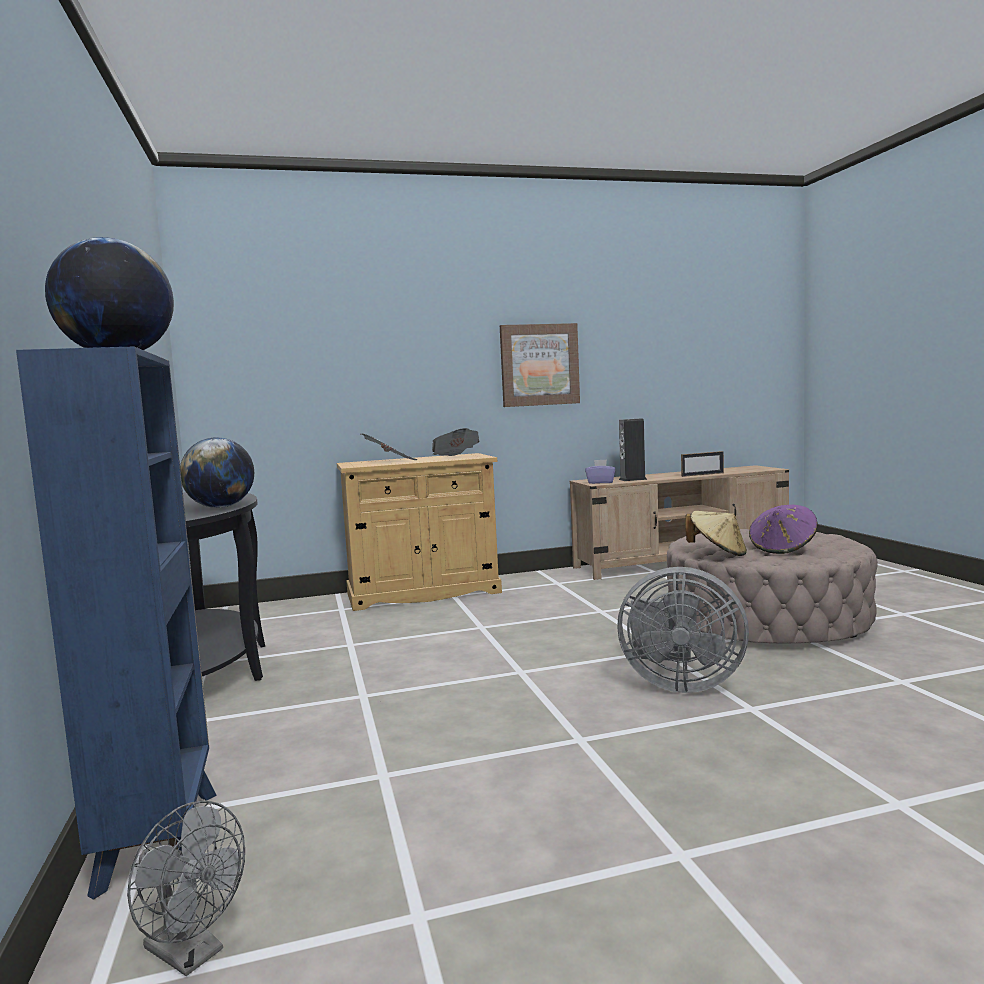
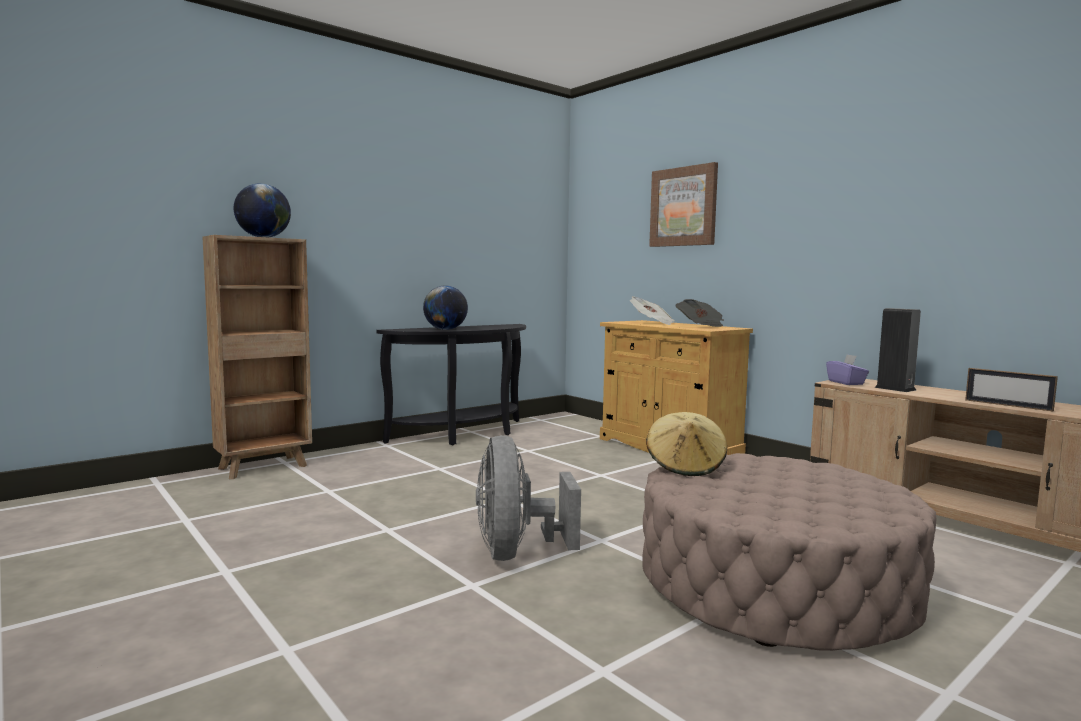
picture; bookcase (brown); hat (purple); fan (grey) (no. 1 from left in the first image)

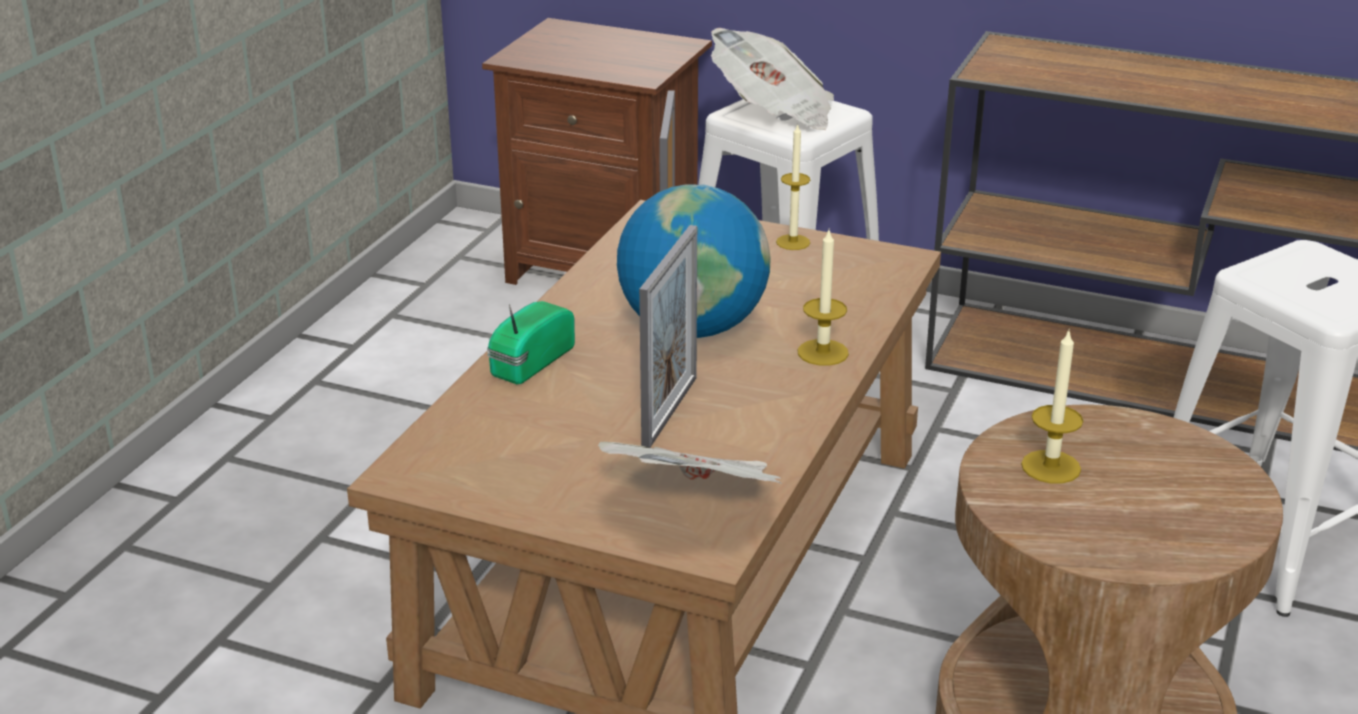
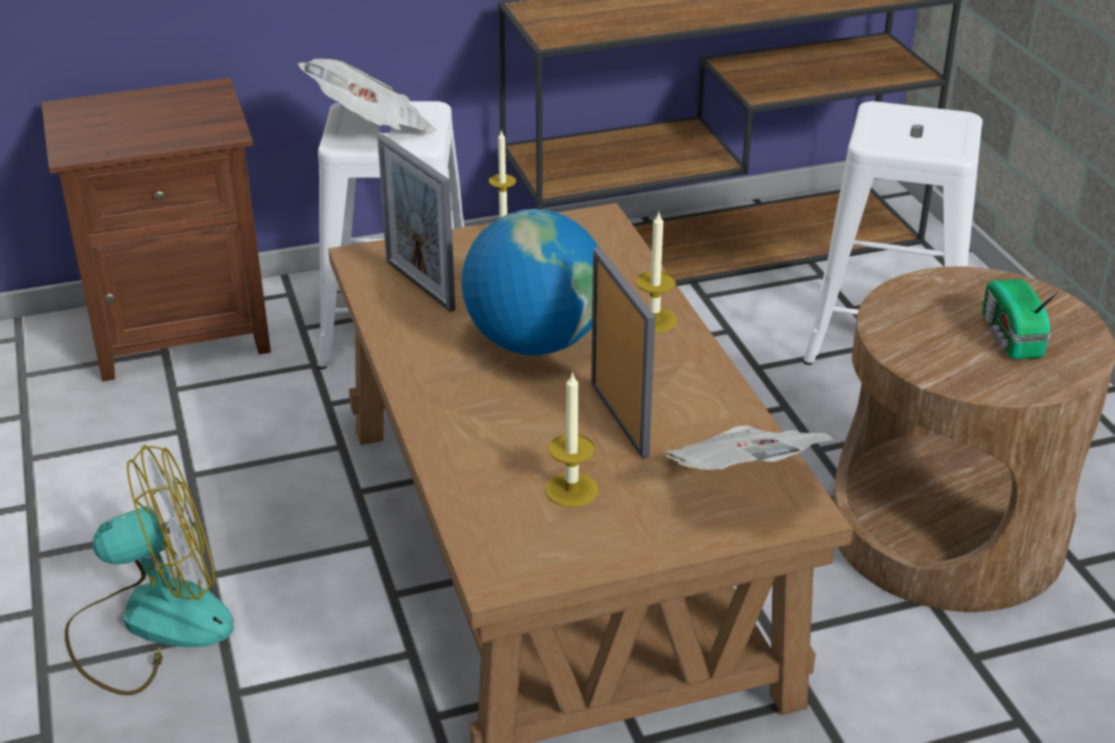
radio; candle (no. 2 from left); fan

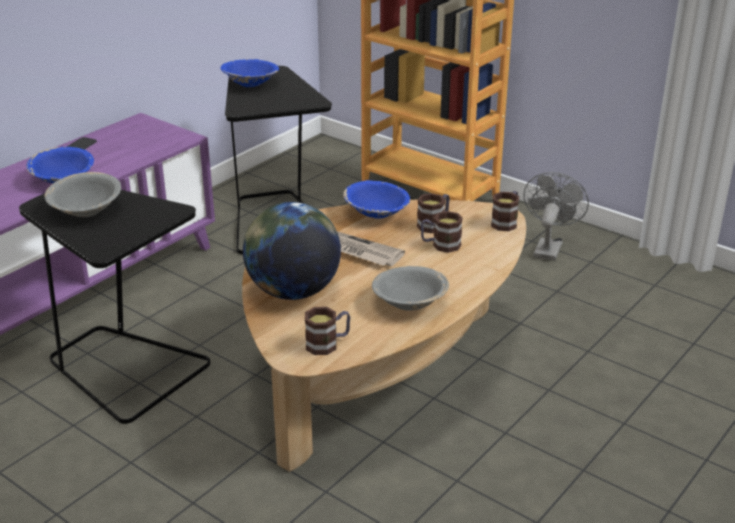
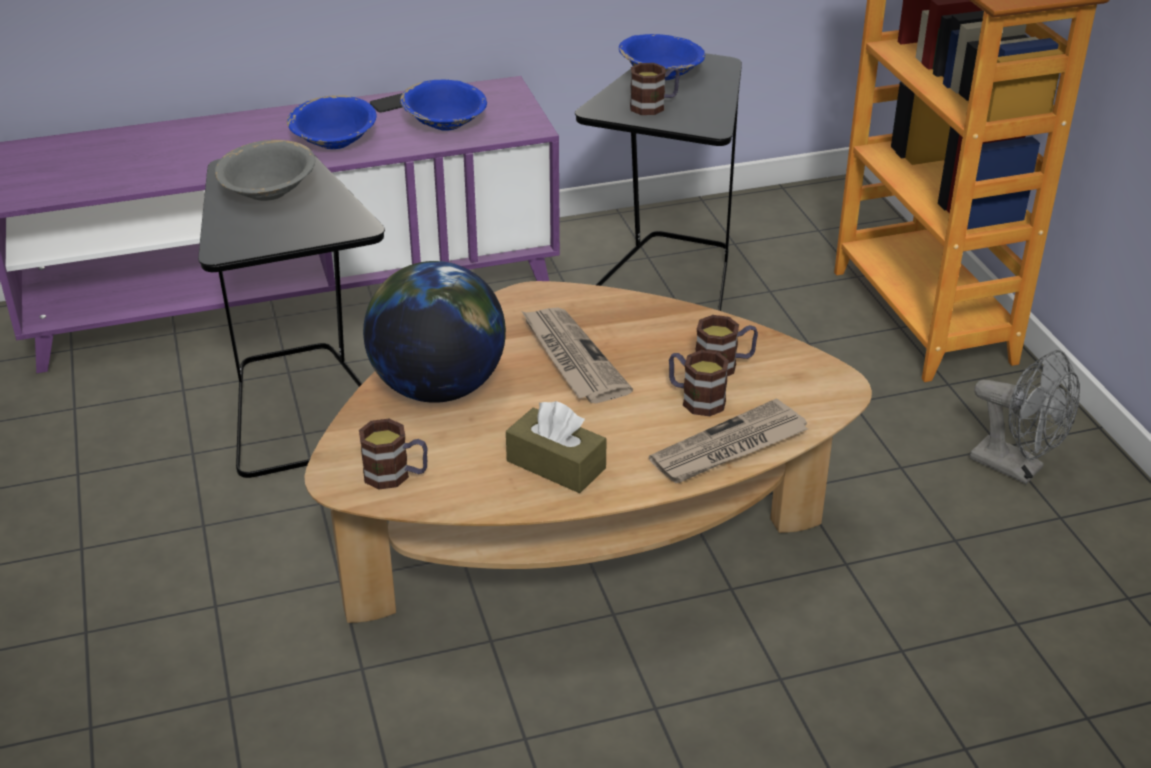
fan (grey); bowl (blue) (no. 2 from left); mug (no. 2 from left); tissue box (brown); newspaper (no. 2 from left)

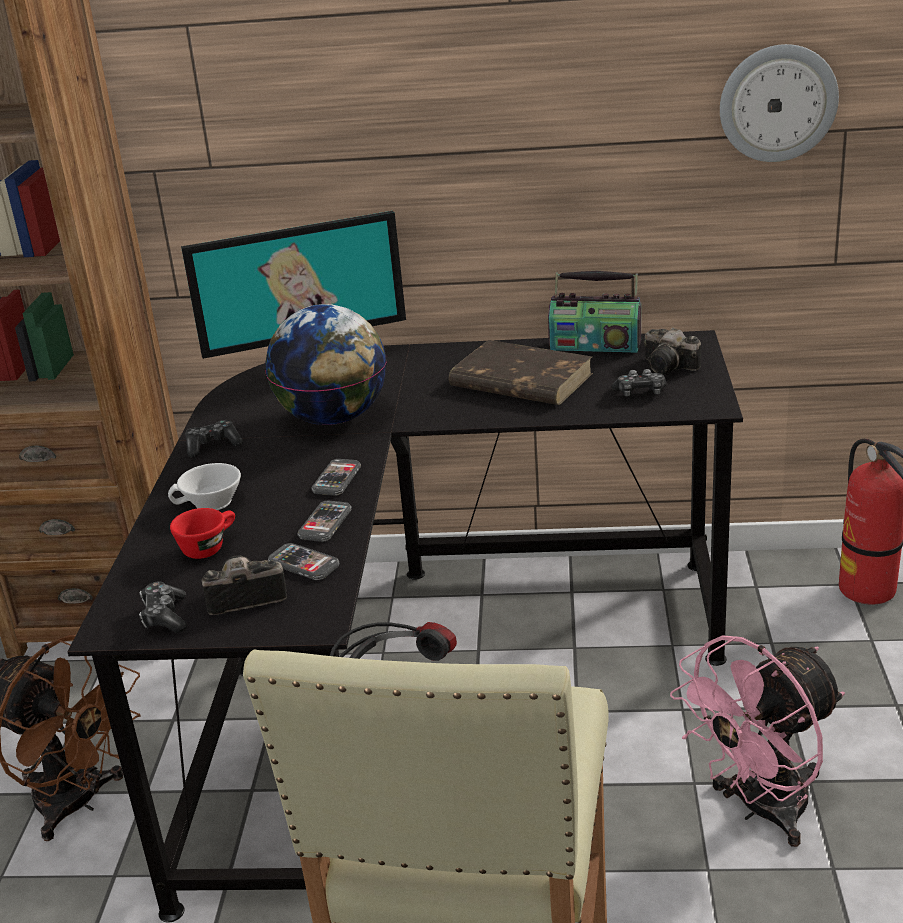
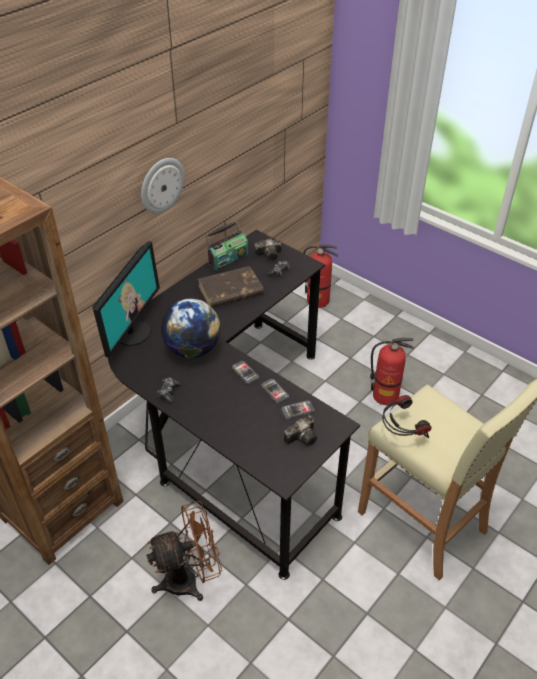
wall clock; cup (white); cup (red); photo camera (no. 2 from left); game controller (no. 1 from left in the first image); fire extinguisher (no. 2 from left)

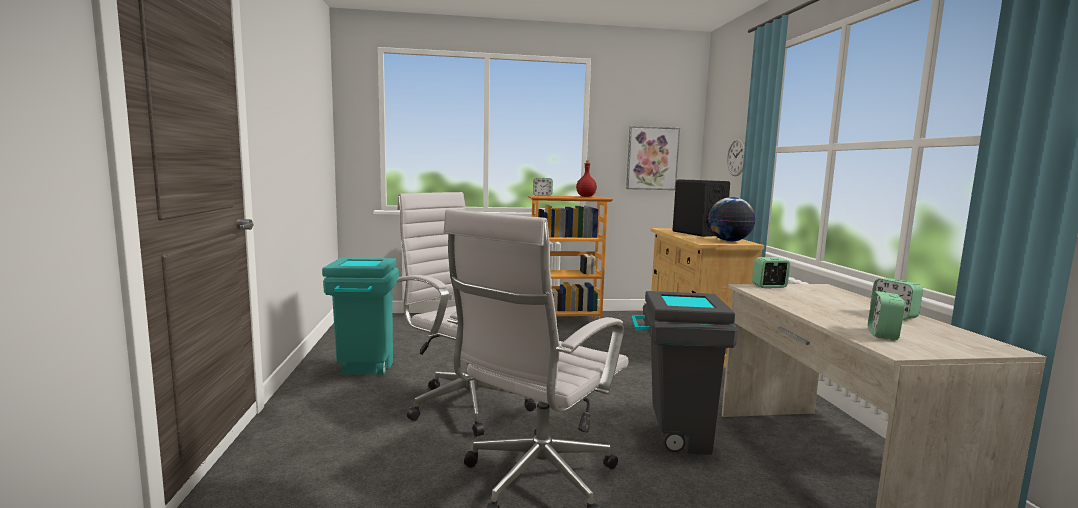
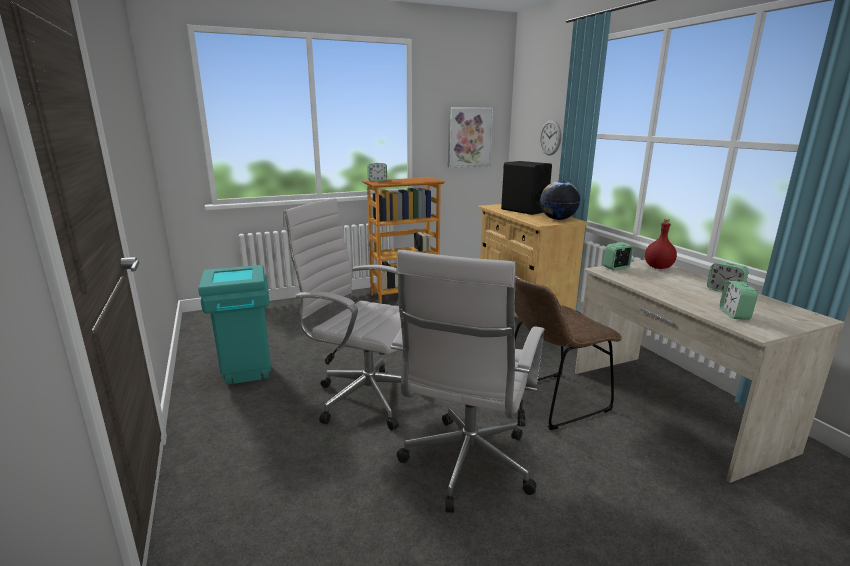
bottle (red); chair (brown)

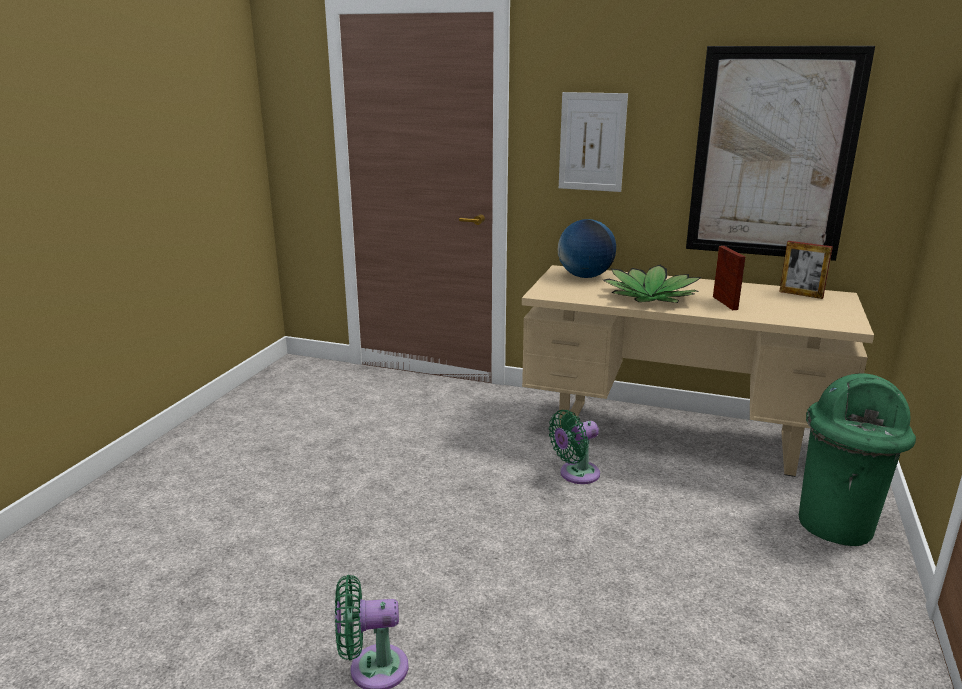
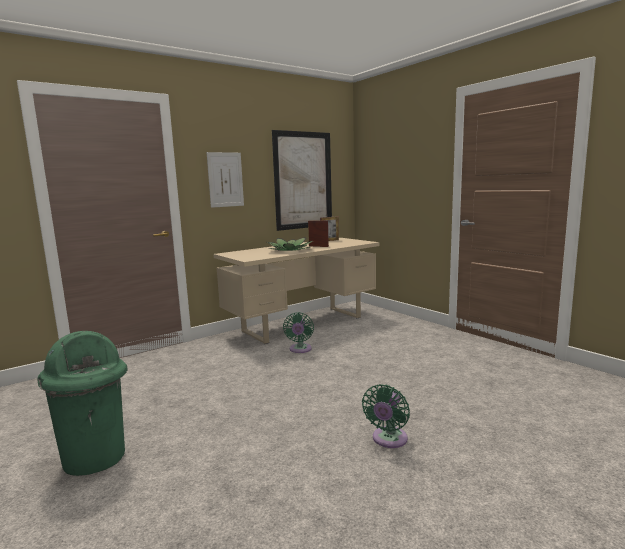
globe; trash can (green)

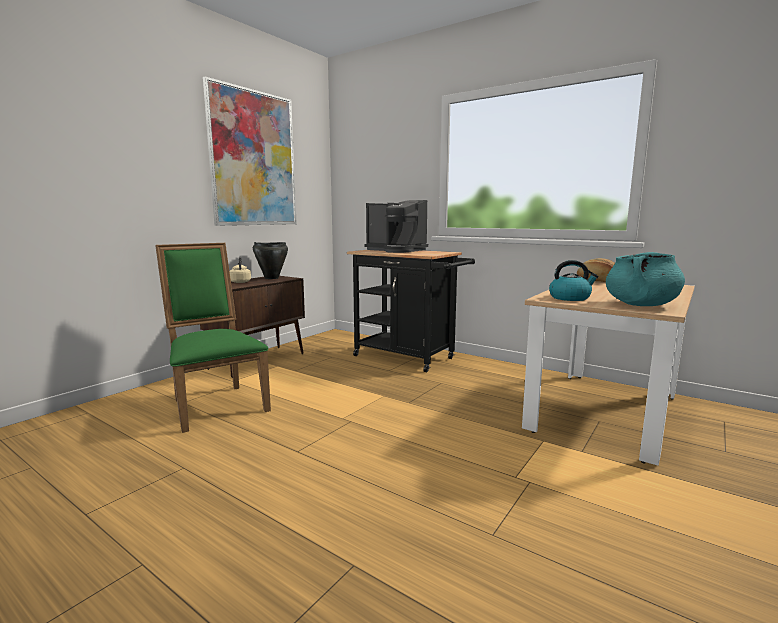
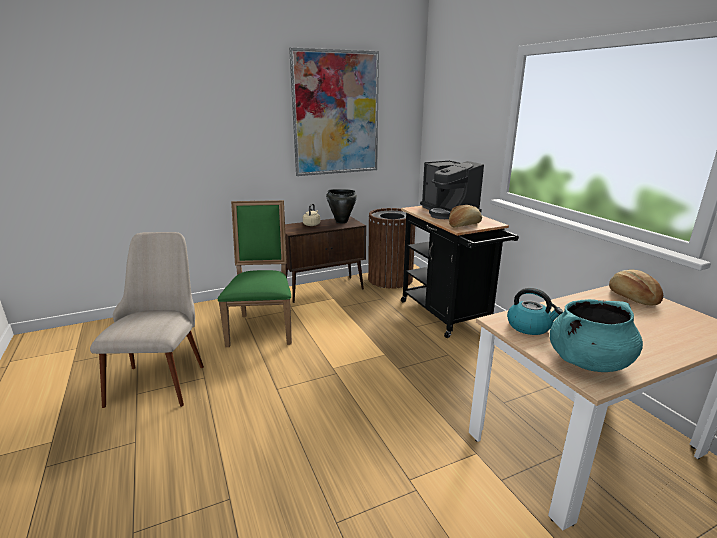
bread (no. 1 from left); trash can (brown); chair (beige)

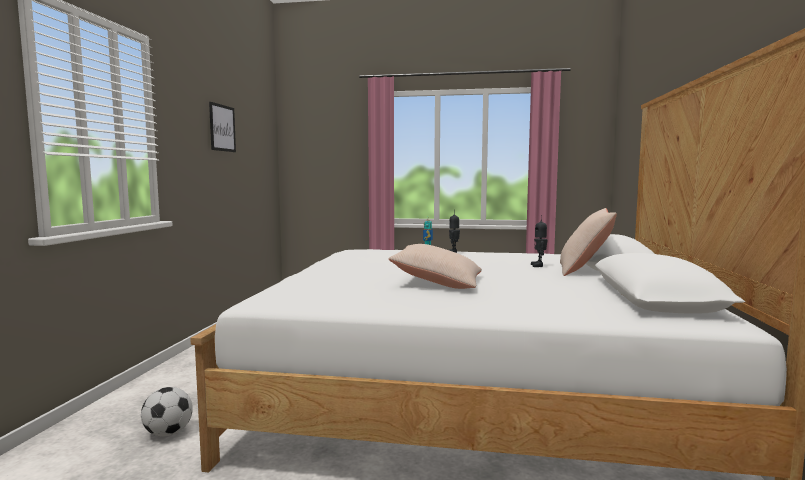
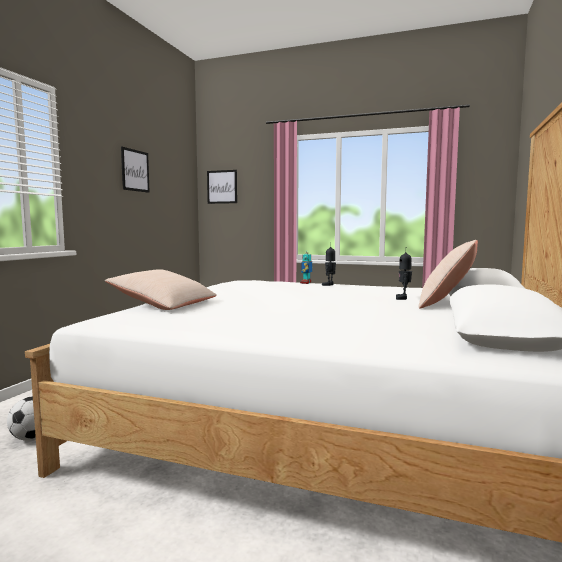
pillow (beige) (no. 1 from left); picture (no. 2 from left)

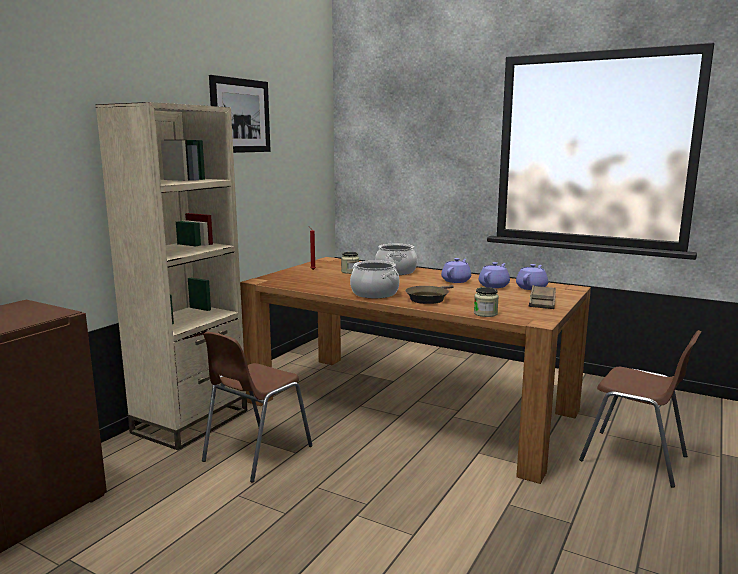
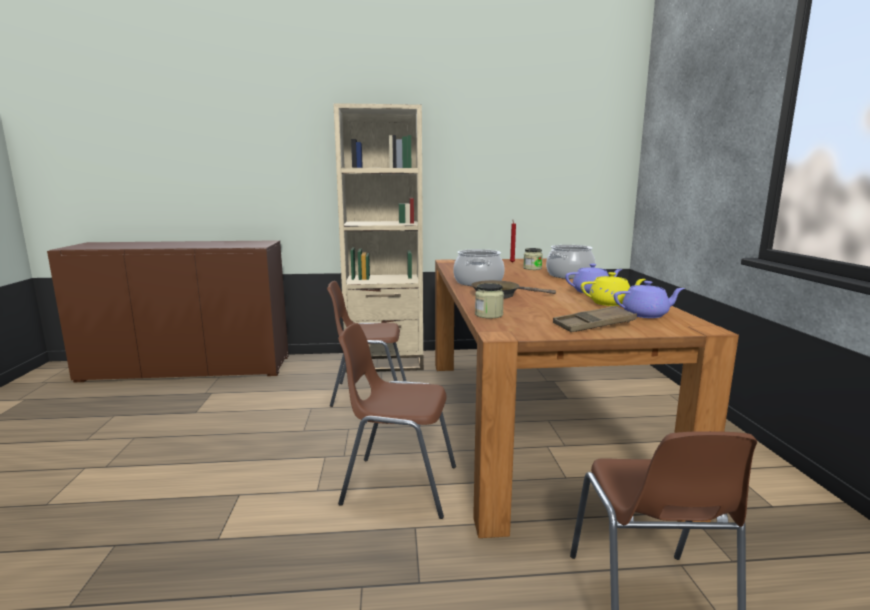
picture; teapot (yellow); chair (brown) (no. 2 from left)

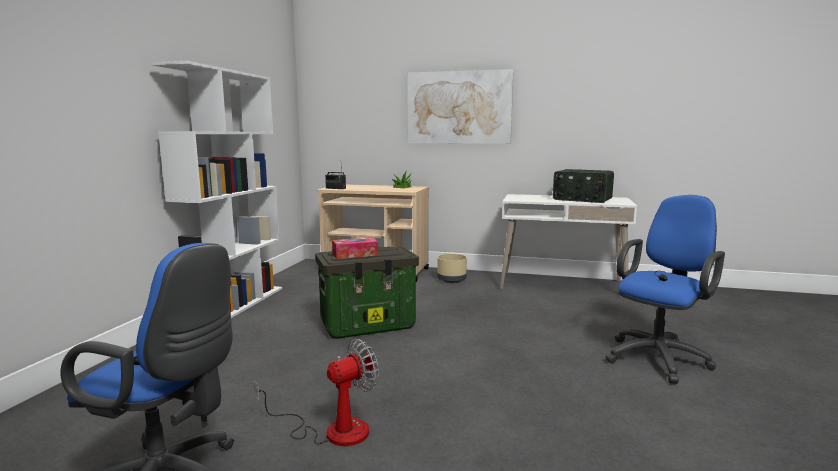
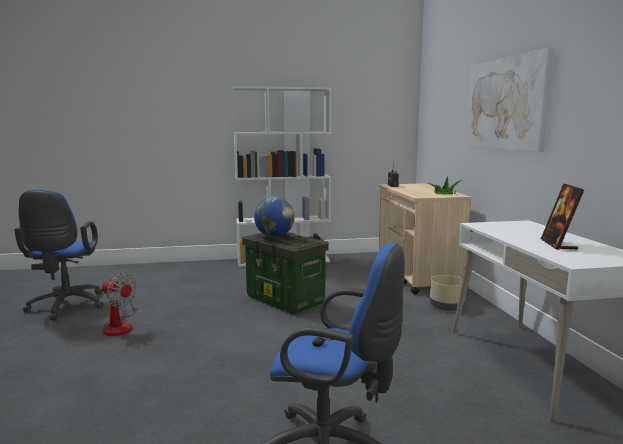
picture frame; globe

